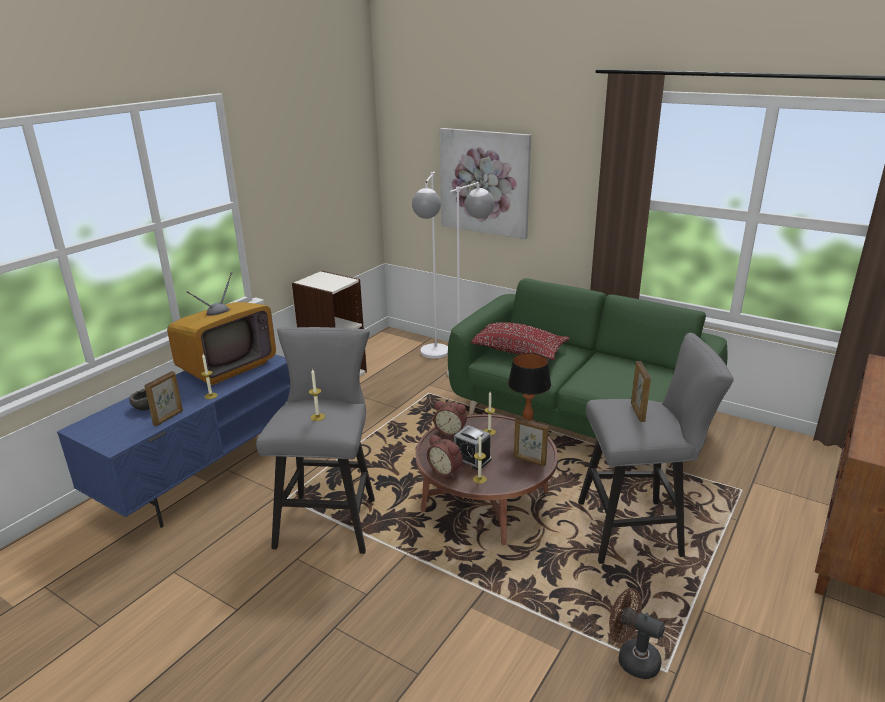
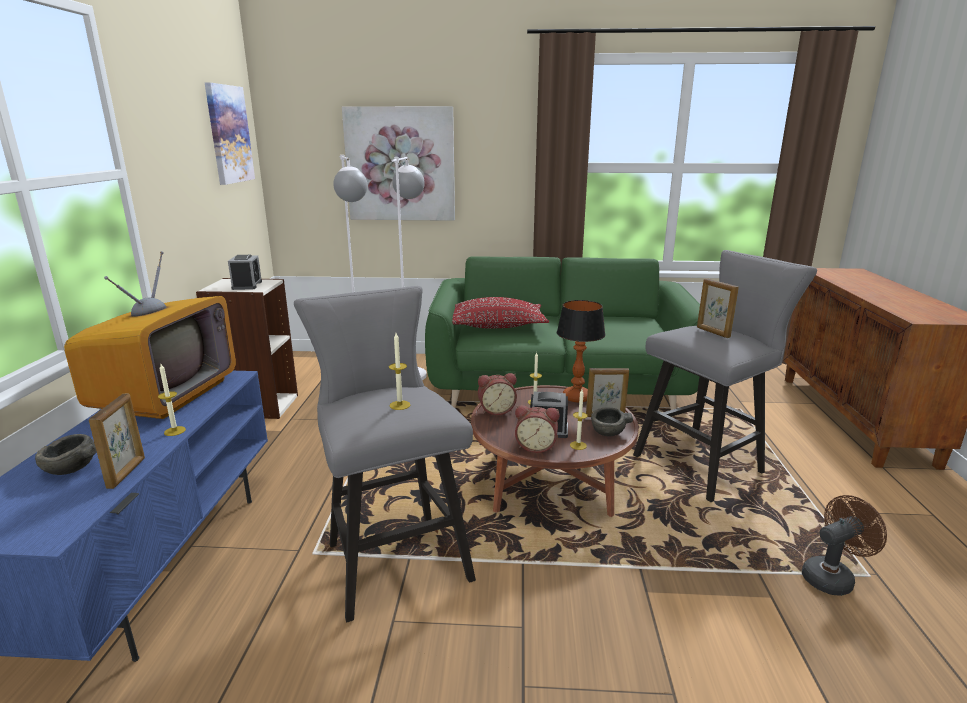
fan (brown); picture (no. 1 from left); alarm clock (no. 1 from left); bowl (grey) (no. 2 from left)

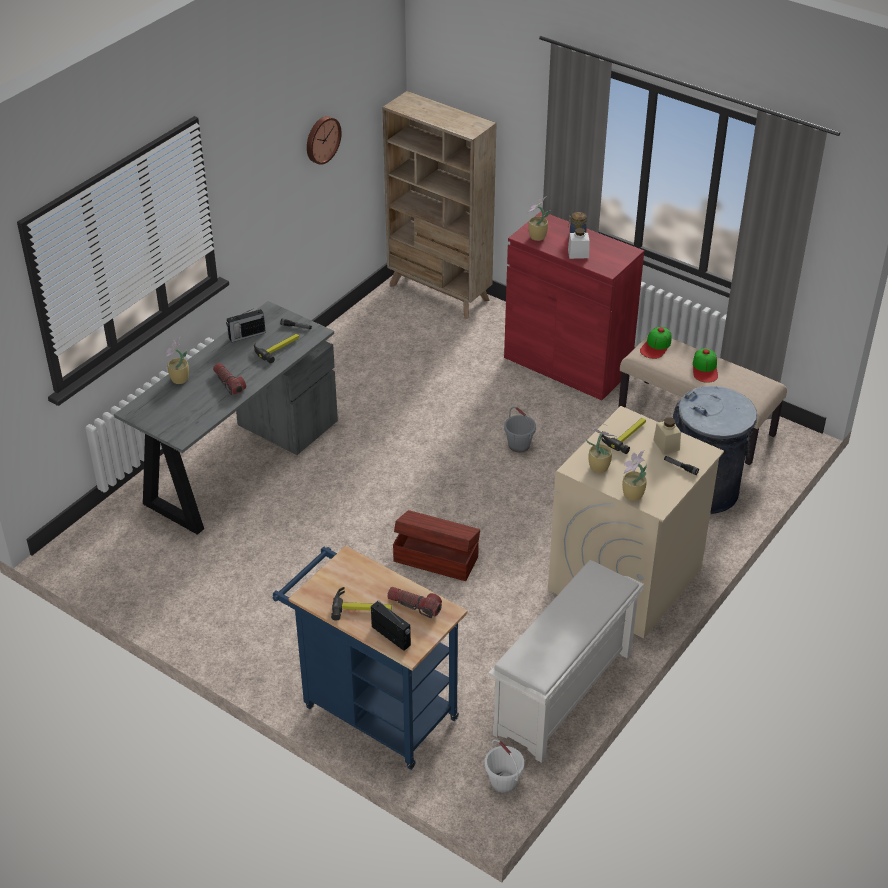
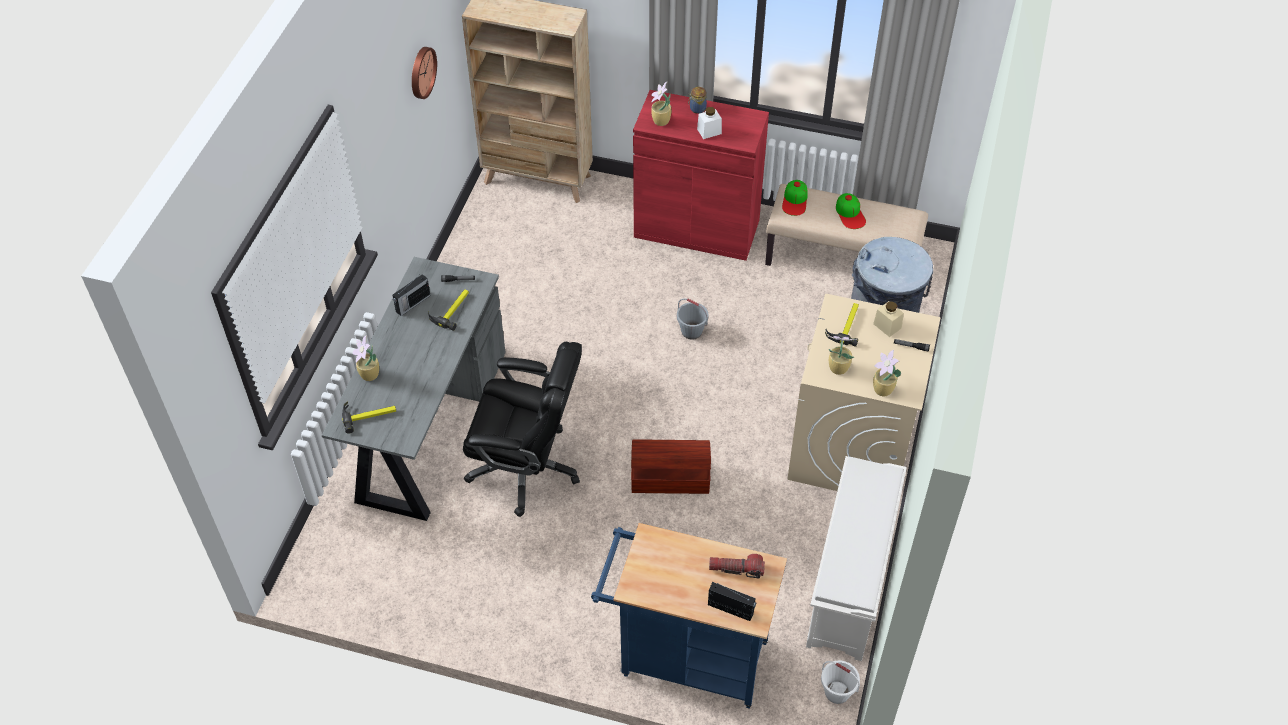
flashlight (no. 1 from left in the first image); hammer (no. 1 from left); office chair (black)

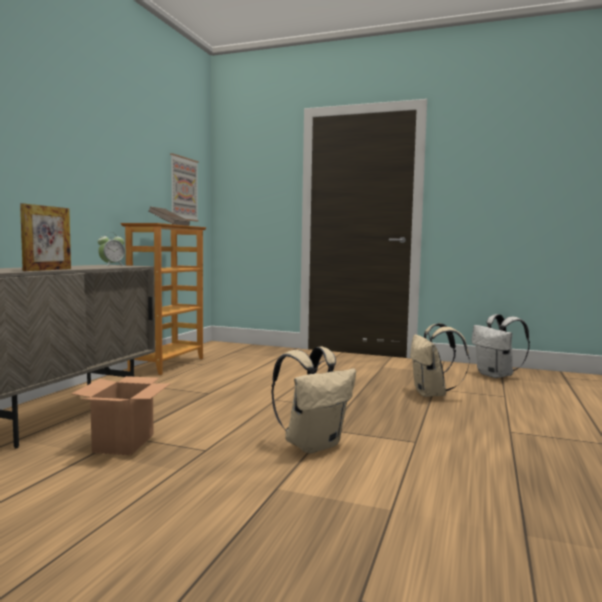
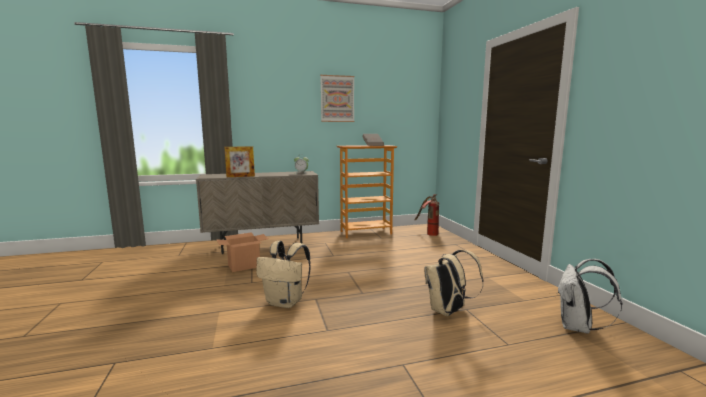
picture; fire extinguisher

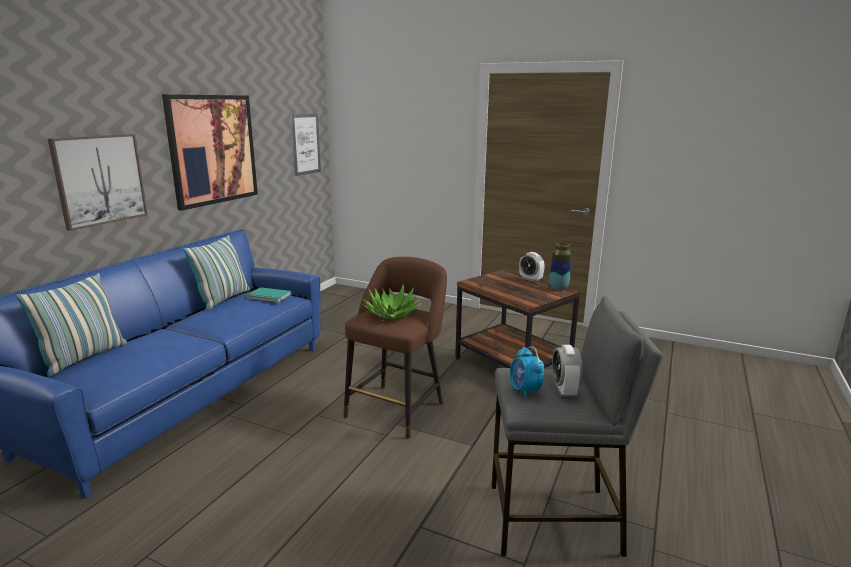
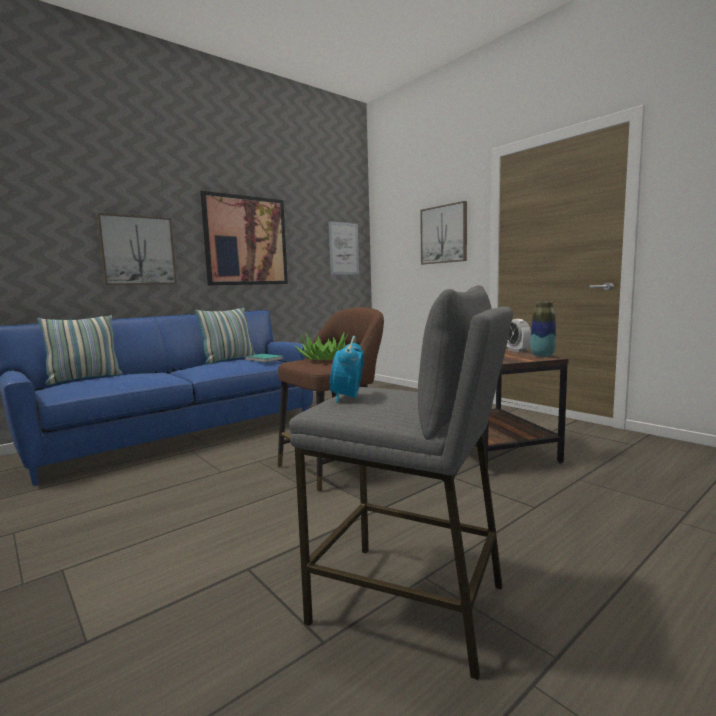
alarm clock (no. 3 from left in the first image); picture (no. 4 from left)

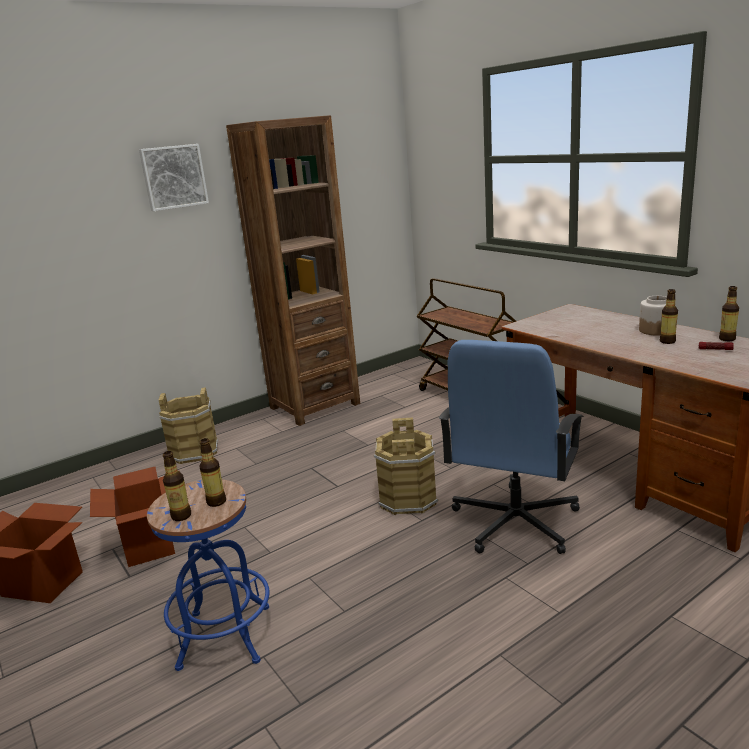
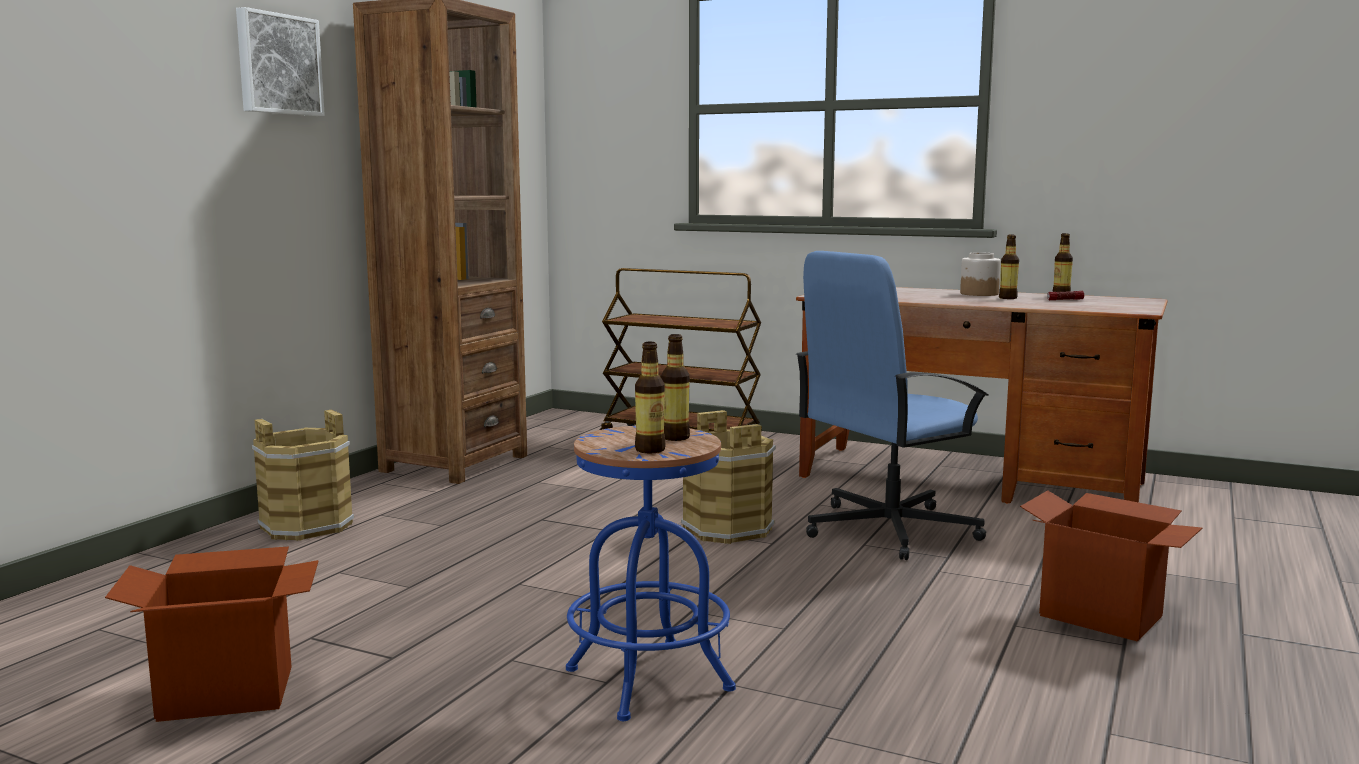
office chair (blue); cardboard box (no. 2 from left)

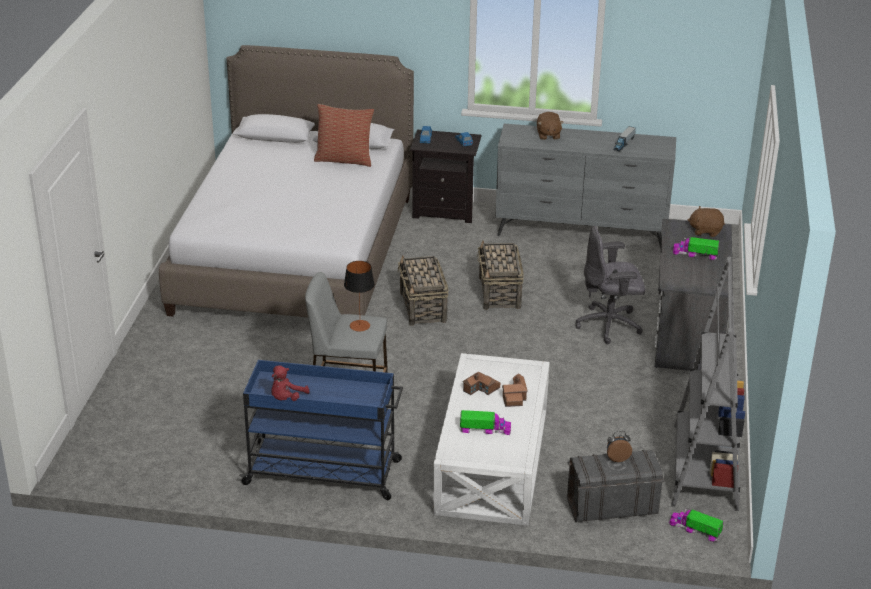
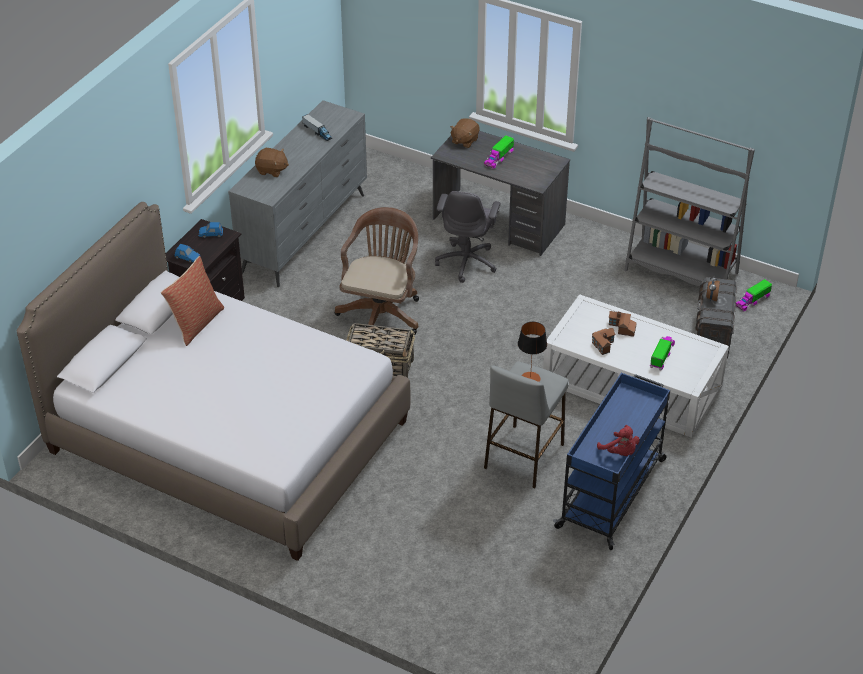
office chair (brown)

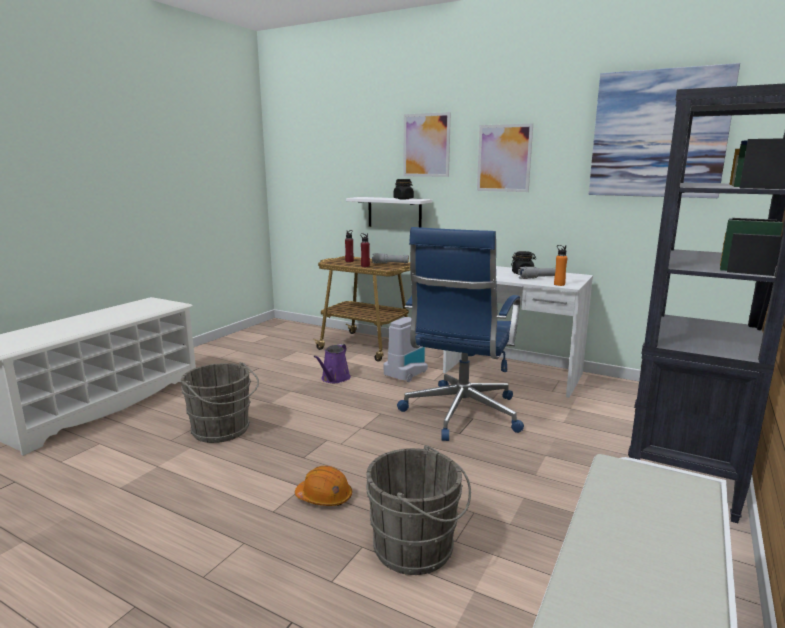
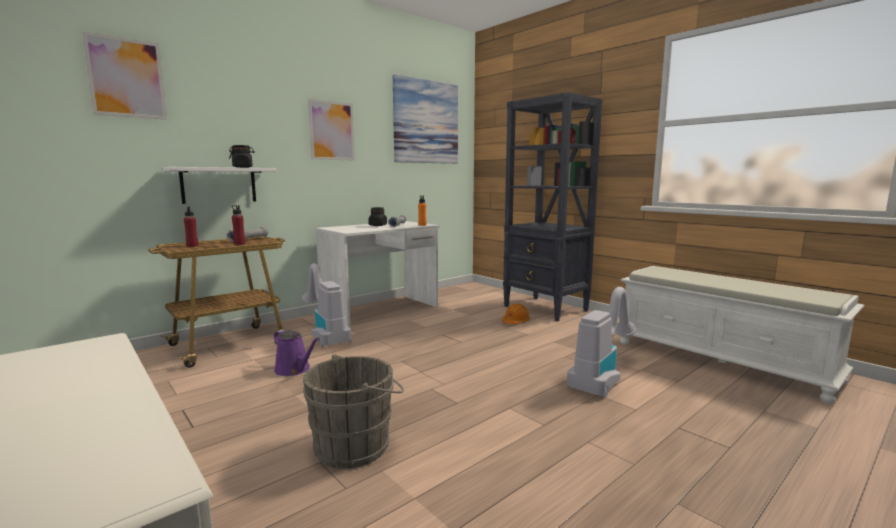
picture (no. 1 from left); office chair (blue); vacuum cleaner (no. 2 from left); hard hat (orange)

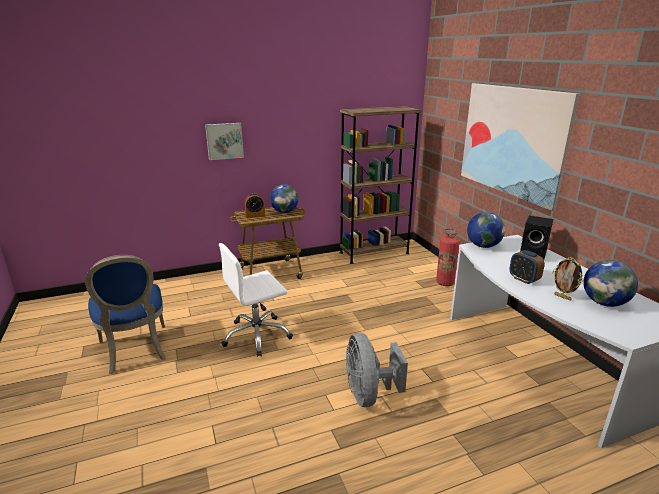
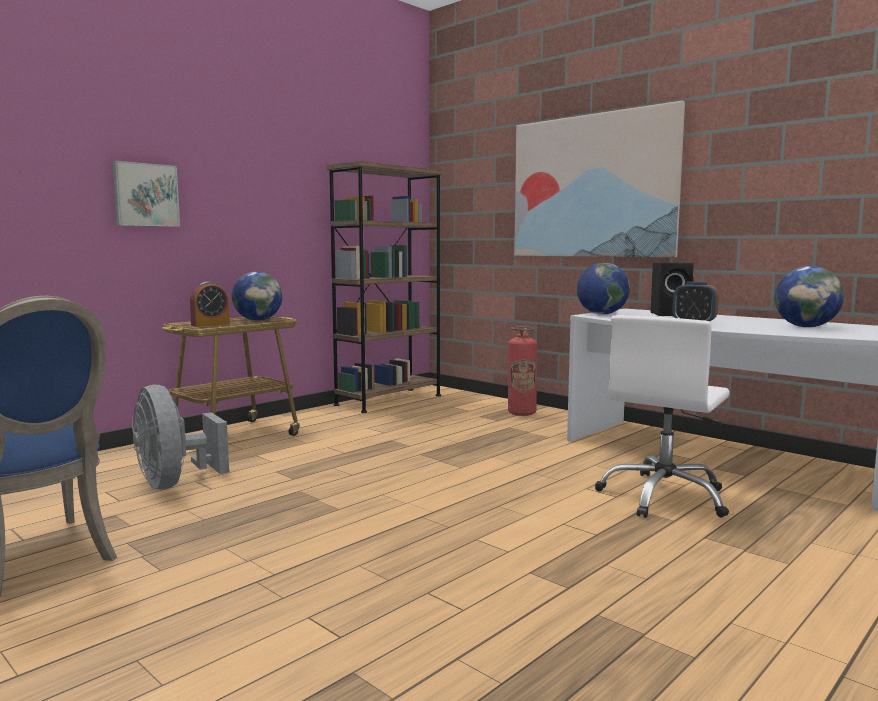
office chair (white); picture frame; fan (grey)

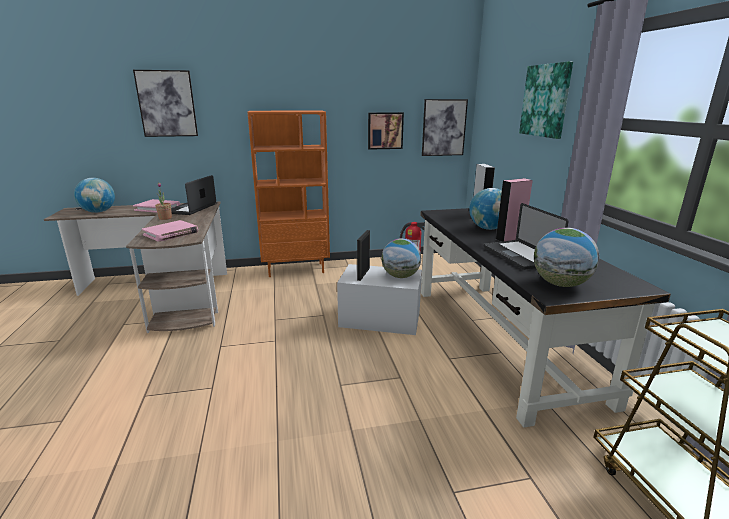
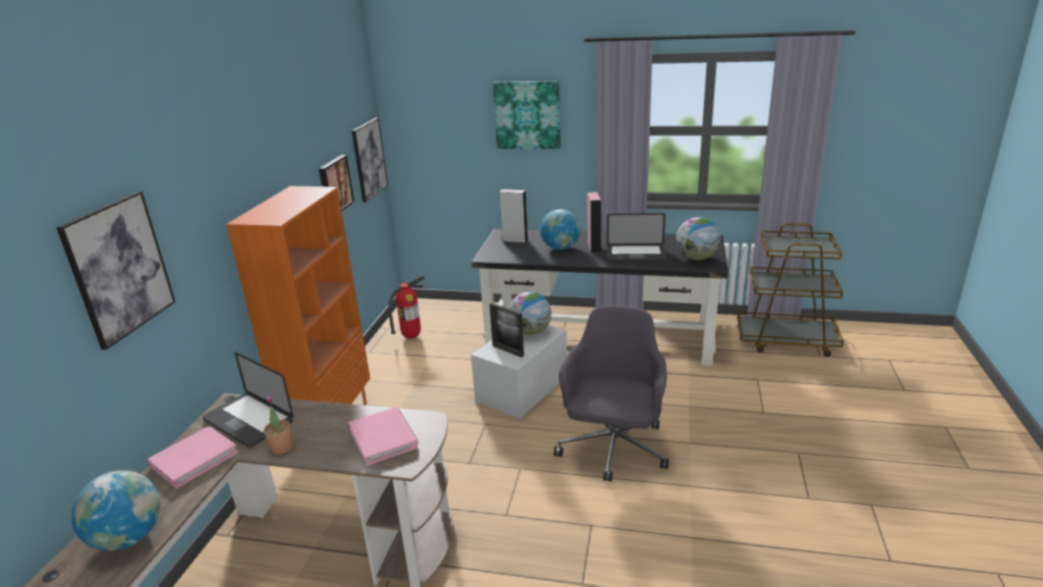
office chair (grey)

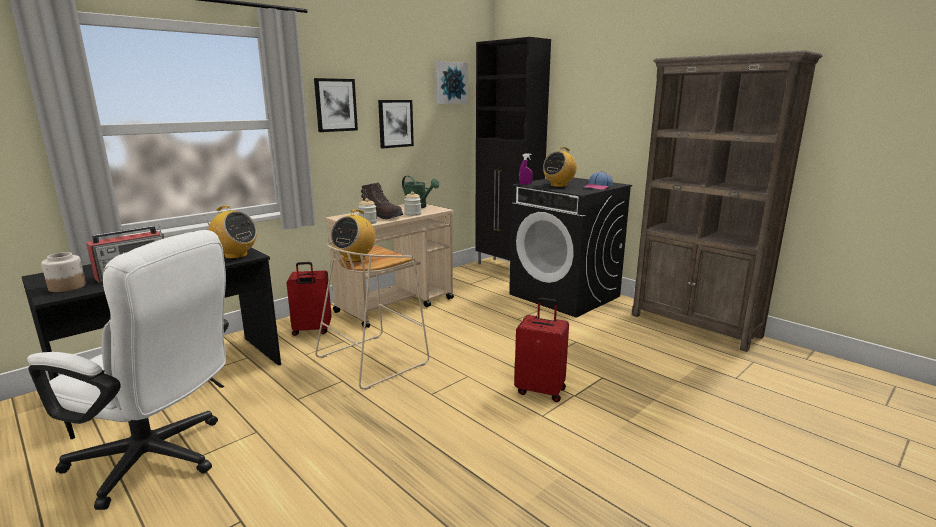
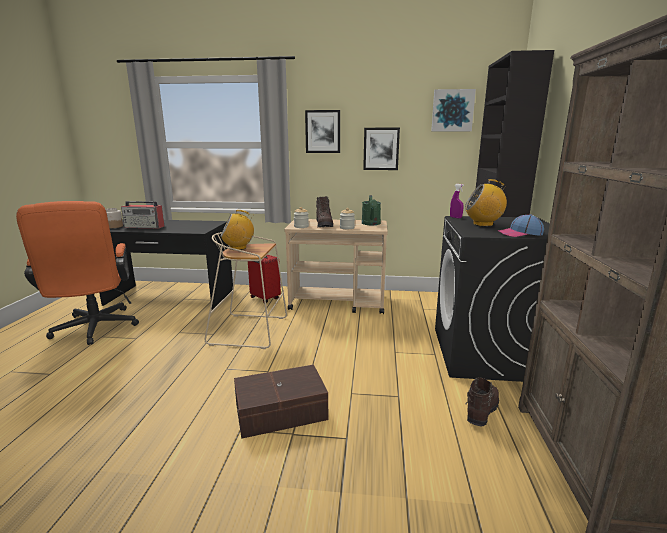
radio (no. 2 from left in the first image); office chair (orange); storage box (brown); boot (brown) (no. 2 from left)

